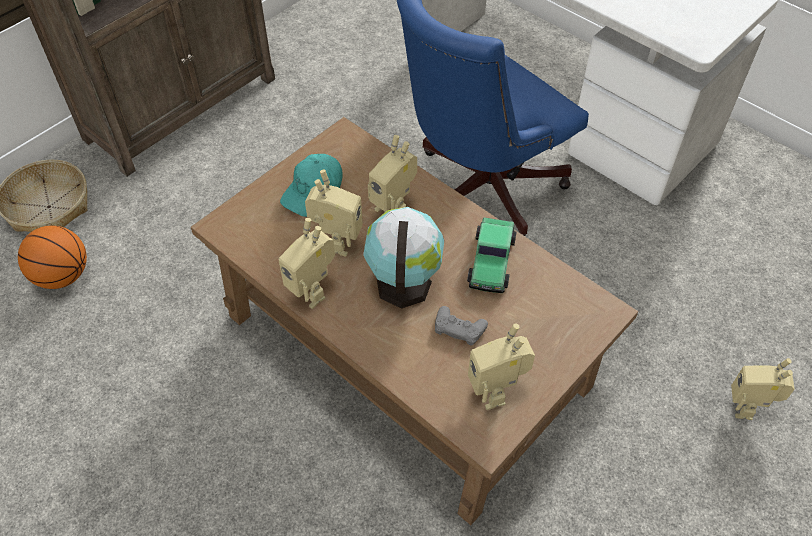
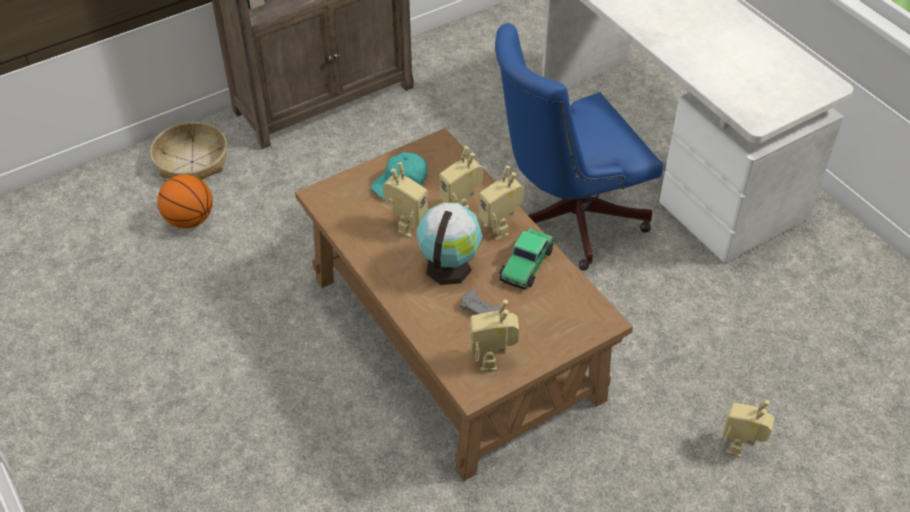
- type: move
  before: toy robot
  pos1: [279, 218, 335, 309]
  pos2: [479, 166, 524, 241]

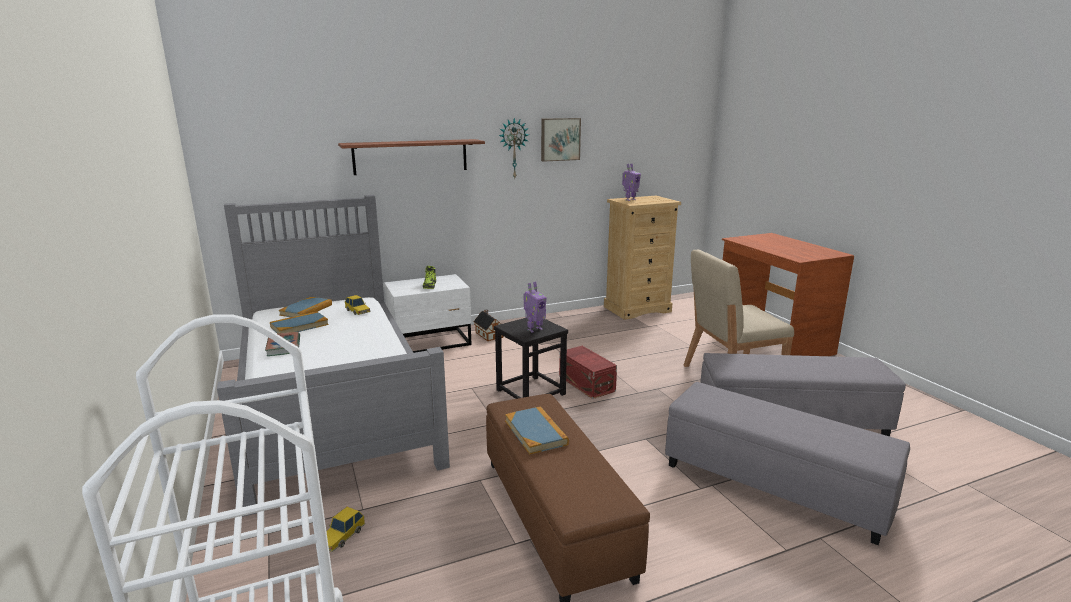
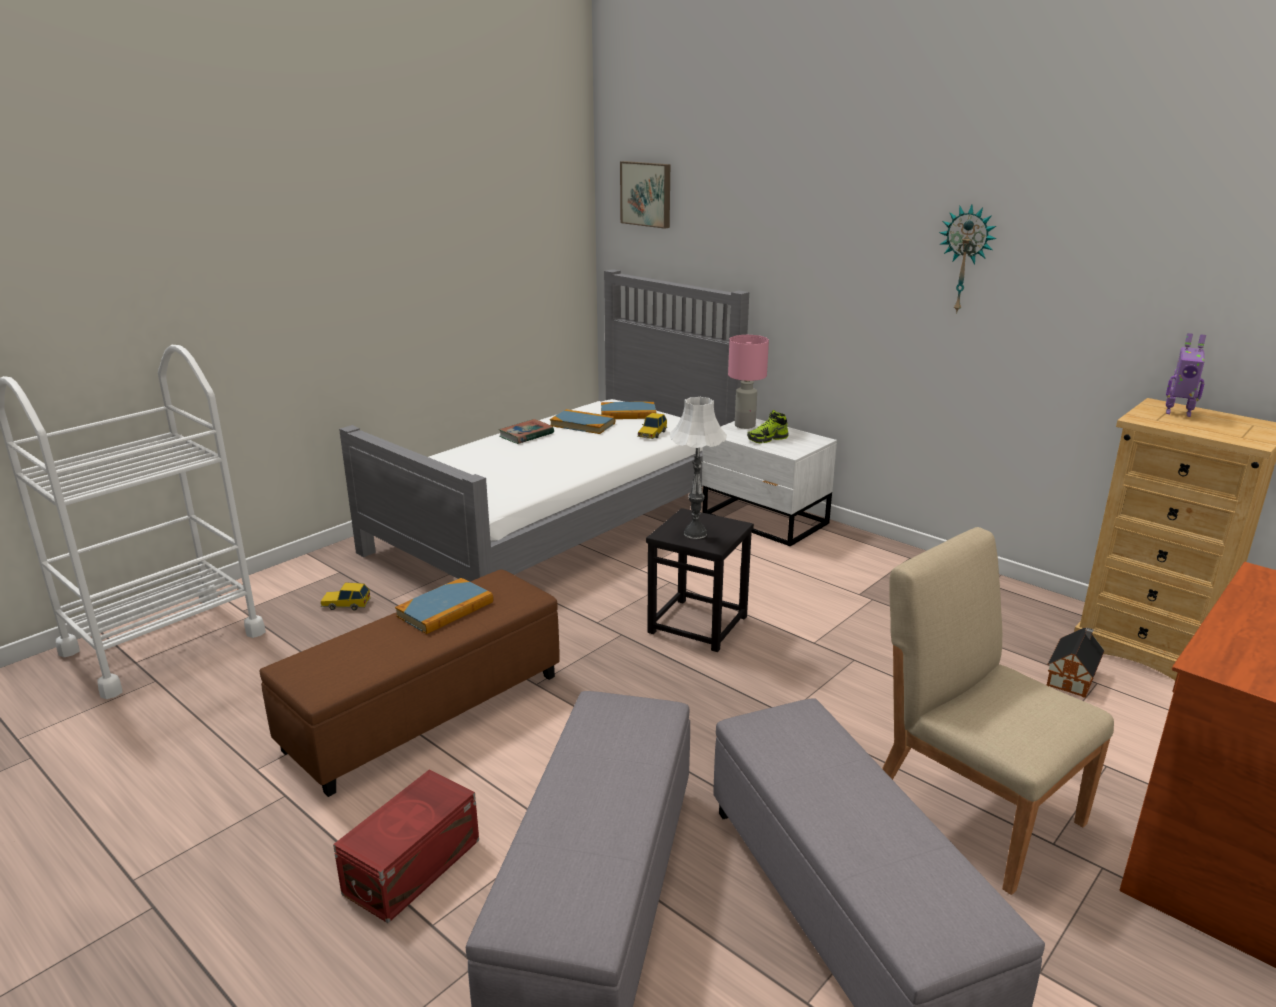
- type: move
  before: picture
  pos1: [541, 118, 581, 162]
  pos2: [620, 161, 670, 229]
- type: delete
  before: shelf
  pos1: [338, 139, 485, 175]
- type: replace
  before: toy robot
  after: table lamp (white)
  pos1: [523, 282, 547, 333]
  pos2: [670, 397, 727, 539]
- type: move
  before: toy house
  pos1: [473, 309, 503, 341]
  pos2: [1047, 628, 1105, 698]
- type: move
  before: storage box (red)
  pos1: [559, 346, 617, 399]
  pos2: [333, 770, 479, 923]
- type: insert
  after: table lamp (pink)
  pos2: [728, 335, 769, 429]

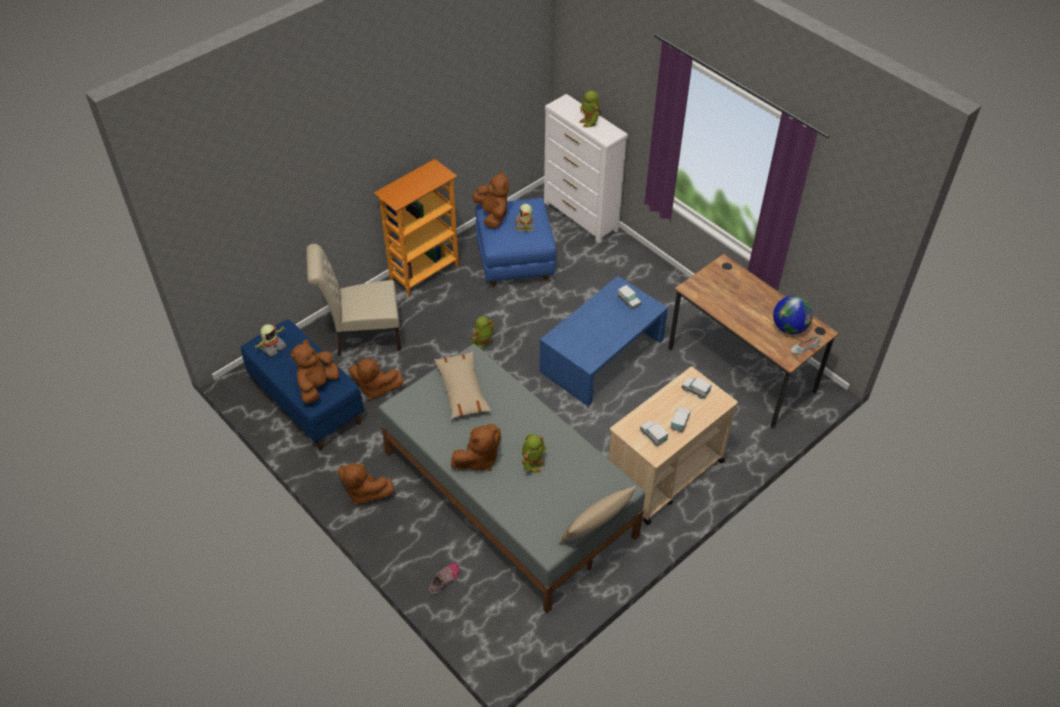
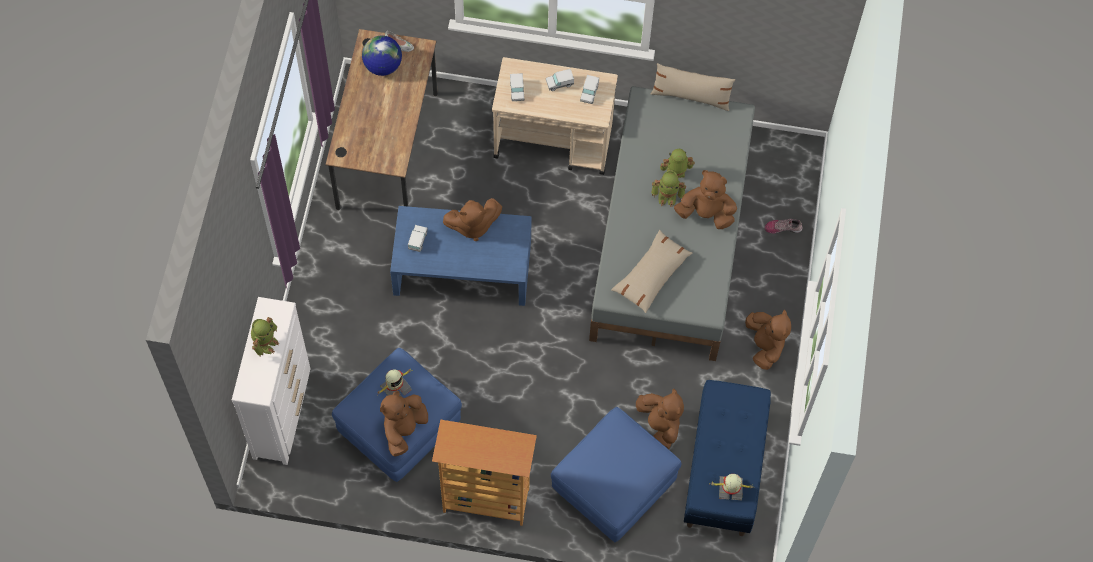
- type: replace
  before: chair (beige)
  after: ottoman (blue)
  pos1: [306, 244, 401, 356]
  pos2: [551, 407, 681, 542]
- type: move
  before: toy robot
  pos1: [471, 316, 494, 349]
  pos2: [651, 170, 686, 207]
- type: move
  before: plush toy (brown)
  pos1: [290, 339, 339, 404]
  pos2: [443, 198, 502, 241]

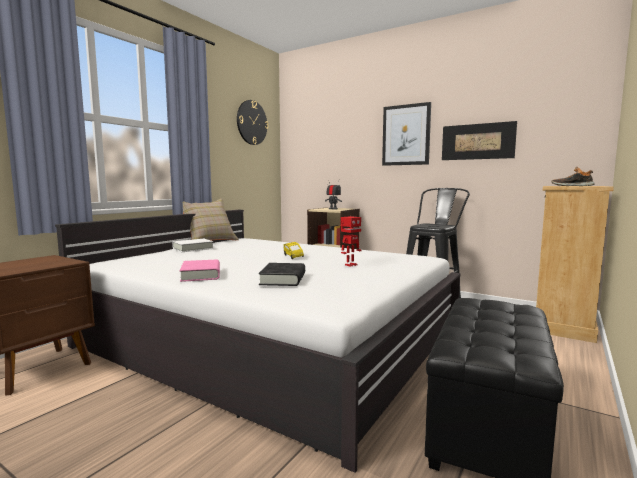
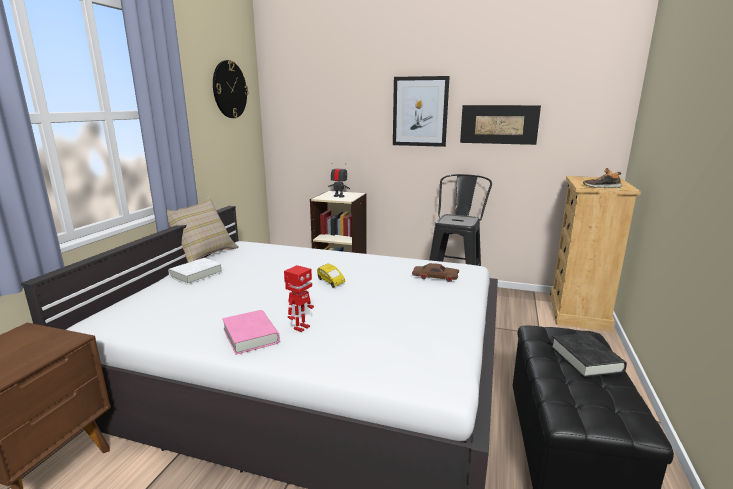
- type: move
  before: toy robot
  pos1: [341, 216, 362, 267]
  pos2: [284, 265, 314, 332]
- type: move
  before: book (black)
  pos1: [258, 263, 305, 286]
  pos2: [551, 333, 627, 378]
- type: insert
  after: toy car (brown)
  pos2: [412, 263, 459, 282]

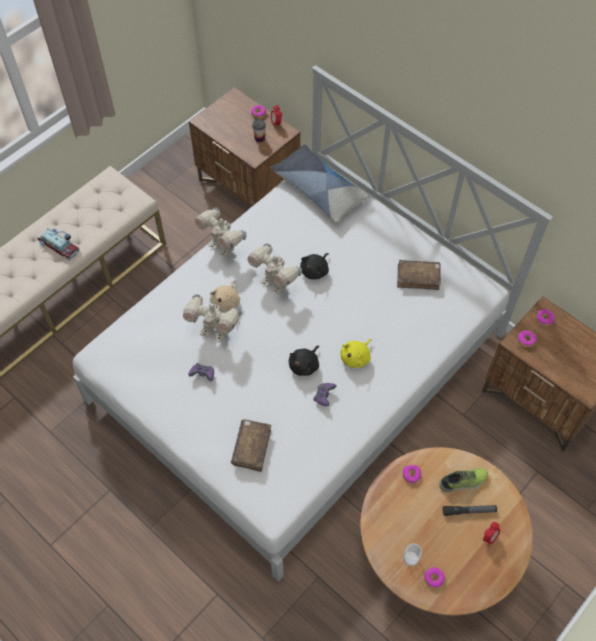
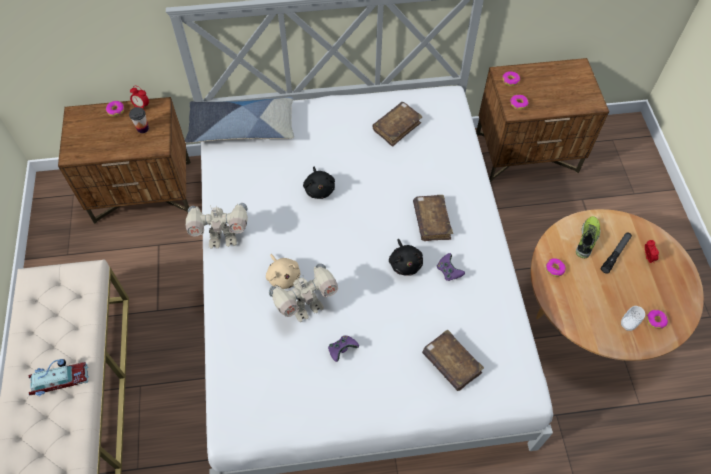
- type: delete
  before: toy robot
  pos1: [247, 243, 302, 295]
- type: replace
  before: plush toy (yellow)
  after: book (brown)
  pos1: [340, 339, 371, 368]
  pos2: [413, 195, 453, 241]

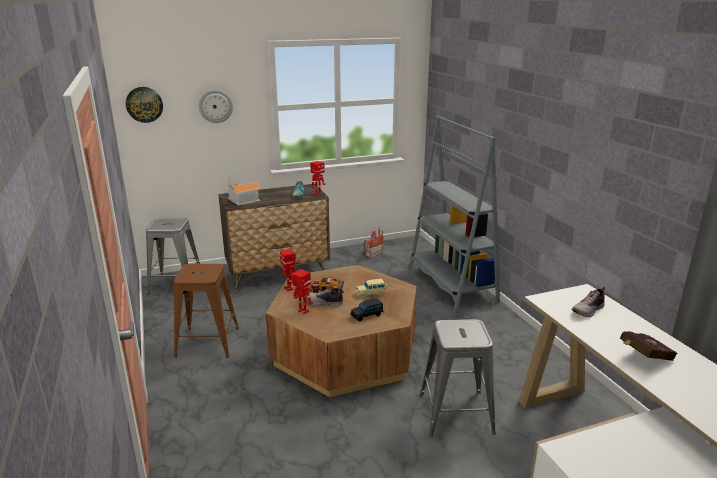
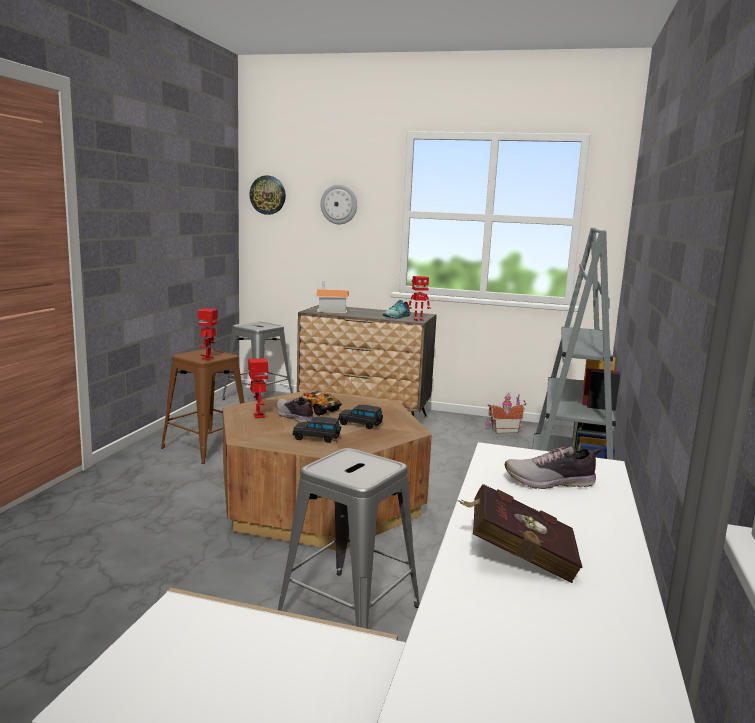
- type: move
  before: toy robot
  pos1: [280, 249, 296, 291]
  pos2: [198, 308, 218, 360]
- type: recolor
  before: toy car (beige)
  after: toy car (black)
  pos1: [356, 279, 387, 298]
  pos2: [338, 405, 383, 429]

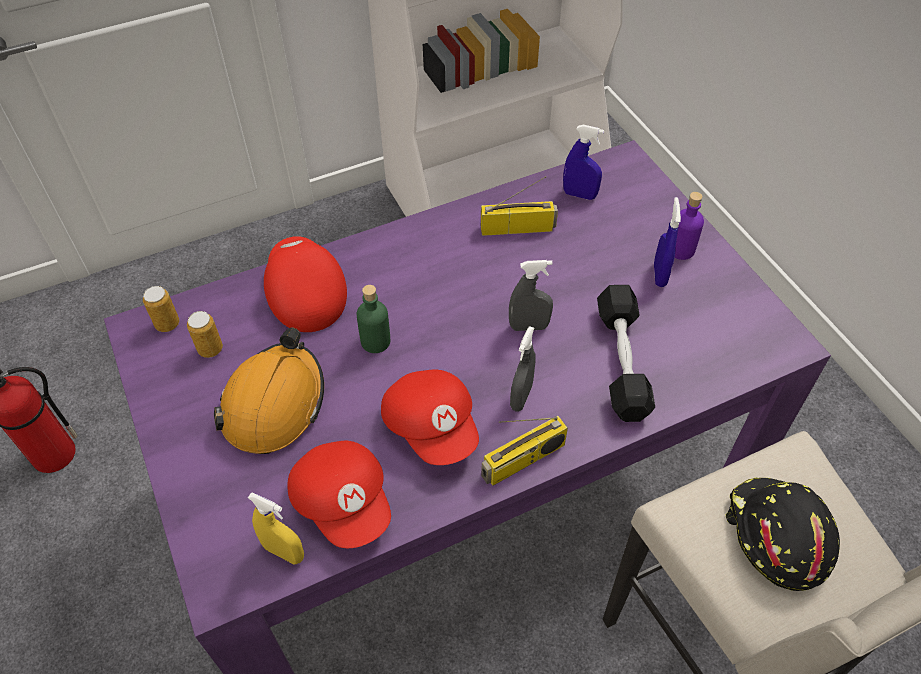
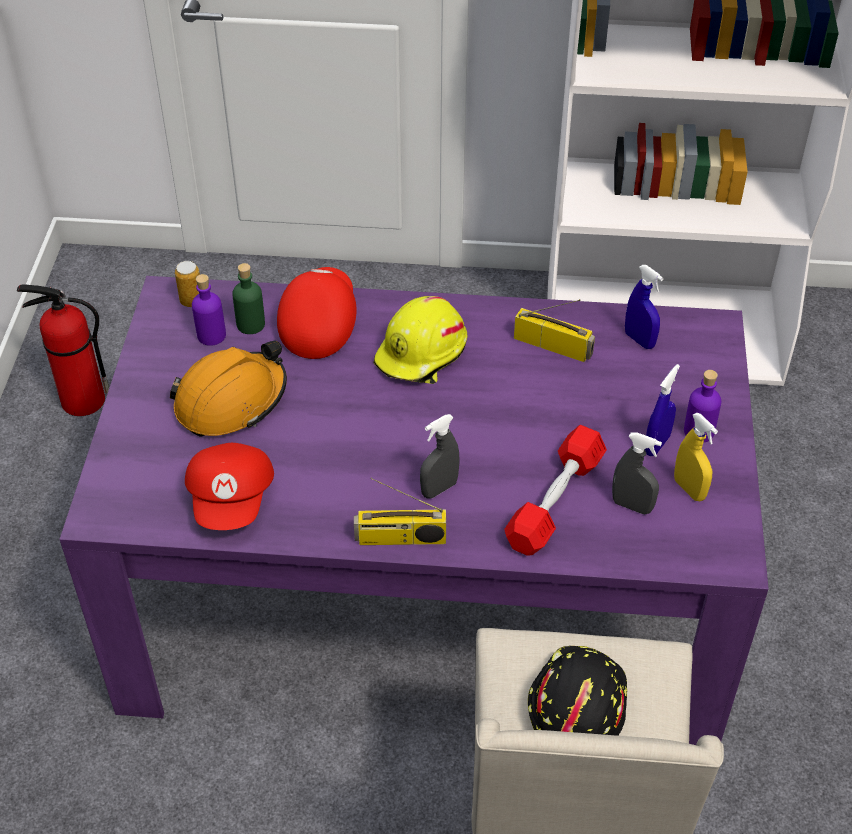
- type: move
  before: spray bottle (grey)
  pos1: [509, 260, 553, 331]
  pos2: [612, 432, 662, 514]
- type: move
  before: bottle (green)
  pos1: [357, 285, 390, 353]
  pos2: [232, 263, 265, 334]
- type: recolor
  before: dumbbell (black)
  after: dumbbell (red)
  pos1: [597, 285, 655, 422]
  pos2: [504, 425, 607, 555]
- type: replace
  before: can
  after: bottle (purple)
  pos1: [187, 311, 223, 358]
  pos2: [192, 274, 226, 346]
- type: delete
  before: cap (red)
  pos1: [381, 369, 479, 465]
- type: move
  before: spray bottle (yellow)
  pos1: [248, 492, 304, 565]
  pos2: [674, 413, 718, 501]
- type: insert
  after: hard hat (yellow)
  pos2: [373, 296, 467, 384]

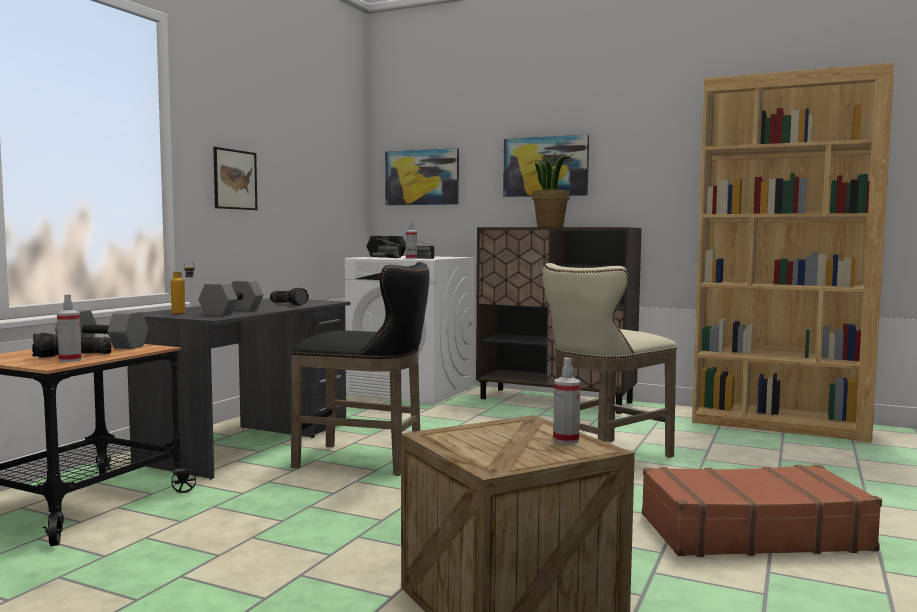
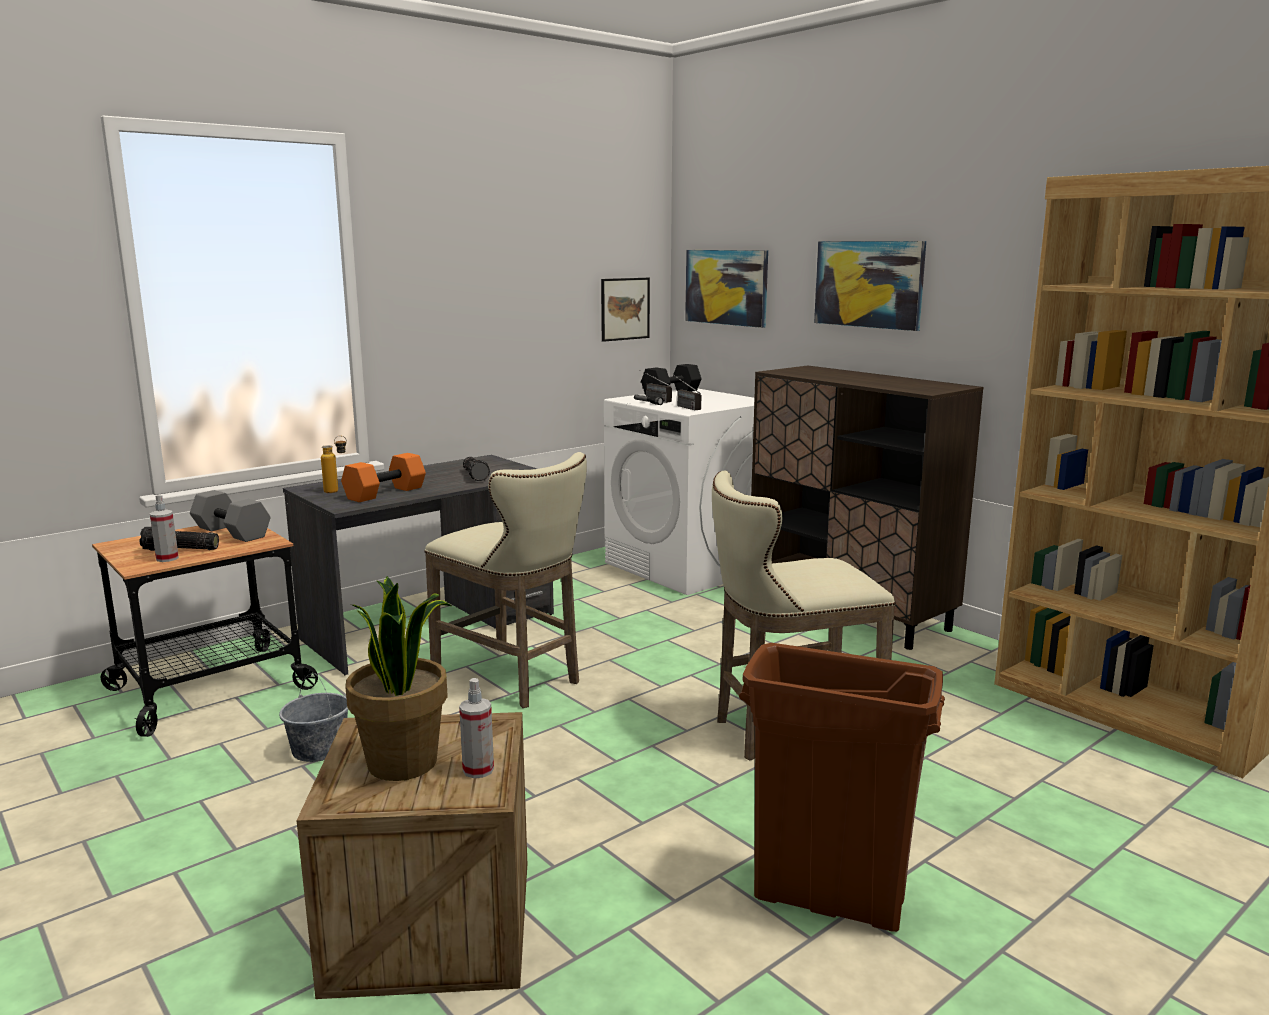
- type: move
  before: picture
  pos1: [213, 147, 257, 210]
  pos2: [601, 278, 650, 342]
- type: move
  before: potted plant
  pos1: [532, 152, 575, 227]
  pos2: [345, 576, 452, 781]
- type: delete
  before: spray bottle
  pos1: [406, 221, 417, 259]
- type: recolor
  before: stool (black)
  after: stool (beige)
  pos1: [291, 262, 430, 476]
  pos2: [424, 452, 587, 708]
- type: recolor
  before: dumbbell (grey)
  after: dumbbell (orange)
  pos1: [198, 280, 263, 316]
  pos2: [341, 453, 426, 502]
- type: replace
  before: suitcase (brown)
  after: trash can (brown)
  pos1: [642, 465, 882, 557]
  pos2: [739, 643, 945, 932]
- type: insert
  after: bucket (grey)
  pos2: [279, 673, 349, 762]

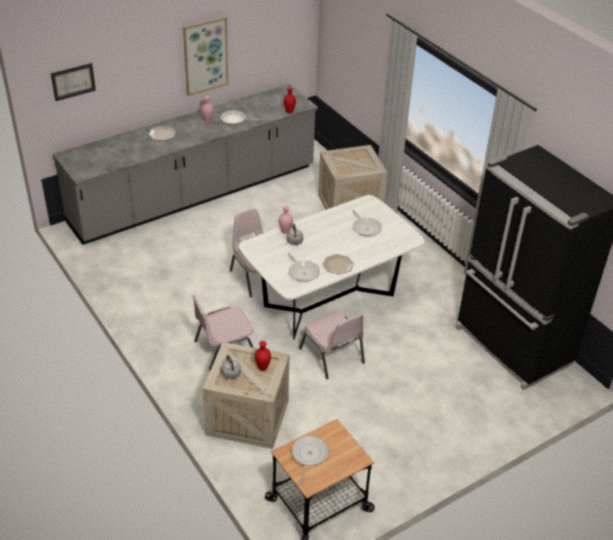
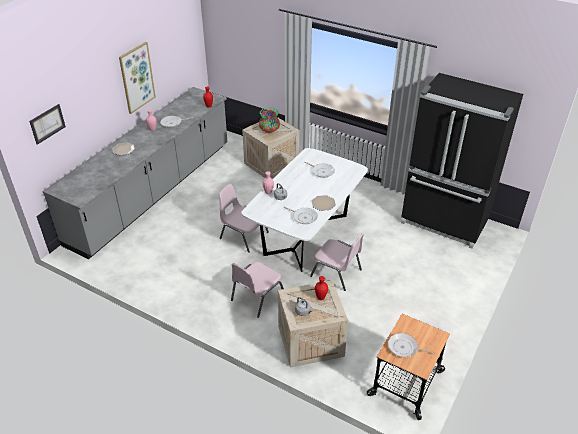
- type: rotate
  before: frying pan
  pos1: [292, 436, 329, 483]
  pos2: [388, 333, 435, 357]
  turn: -60
- type: insert
  after: vase
  pos2: [259, 107, 280, 133]

